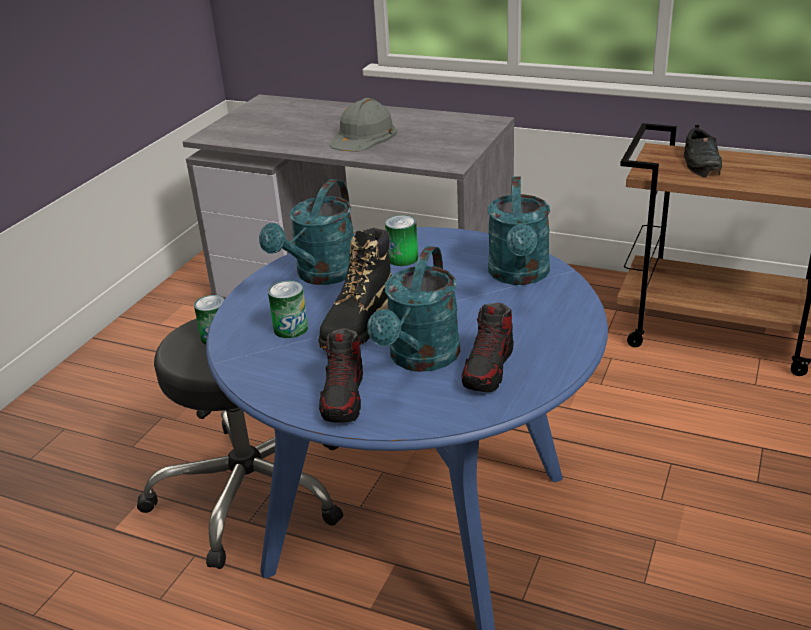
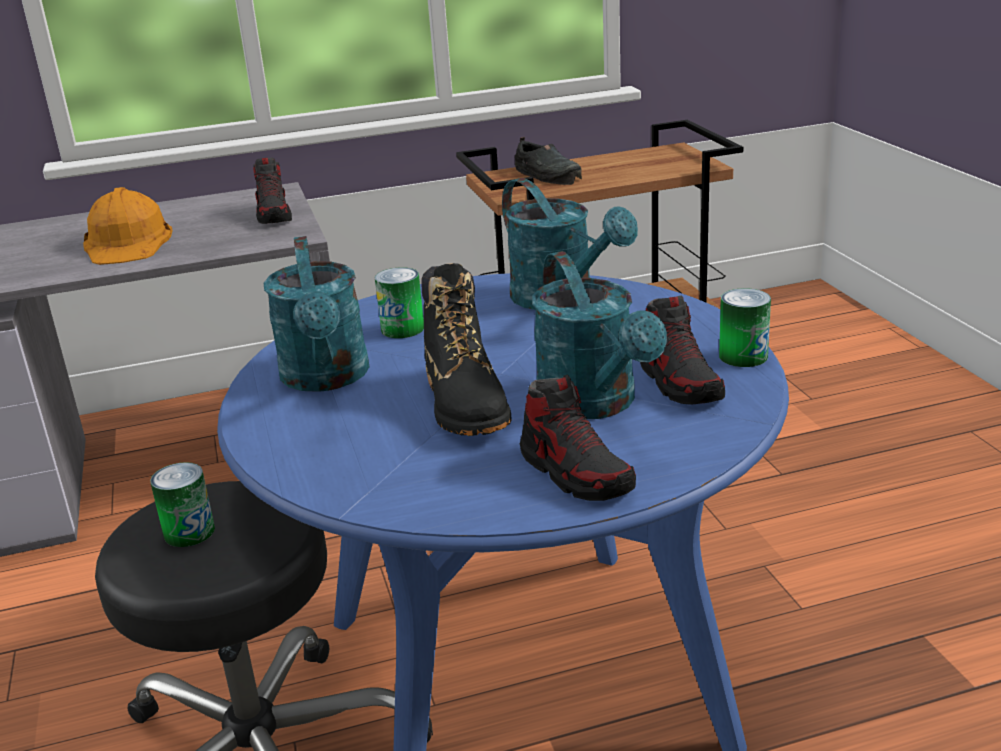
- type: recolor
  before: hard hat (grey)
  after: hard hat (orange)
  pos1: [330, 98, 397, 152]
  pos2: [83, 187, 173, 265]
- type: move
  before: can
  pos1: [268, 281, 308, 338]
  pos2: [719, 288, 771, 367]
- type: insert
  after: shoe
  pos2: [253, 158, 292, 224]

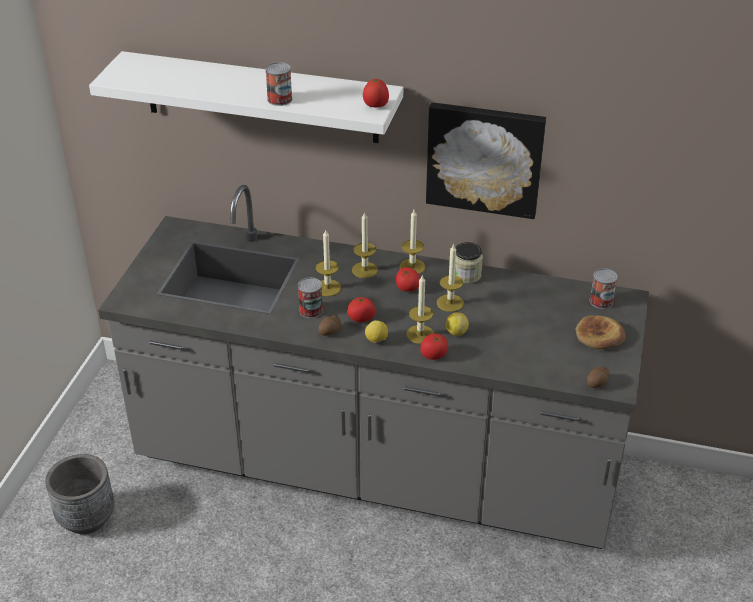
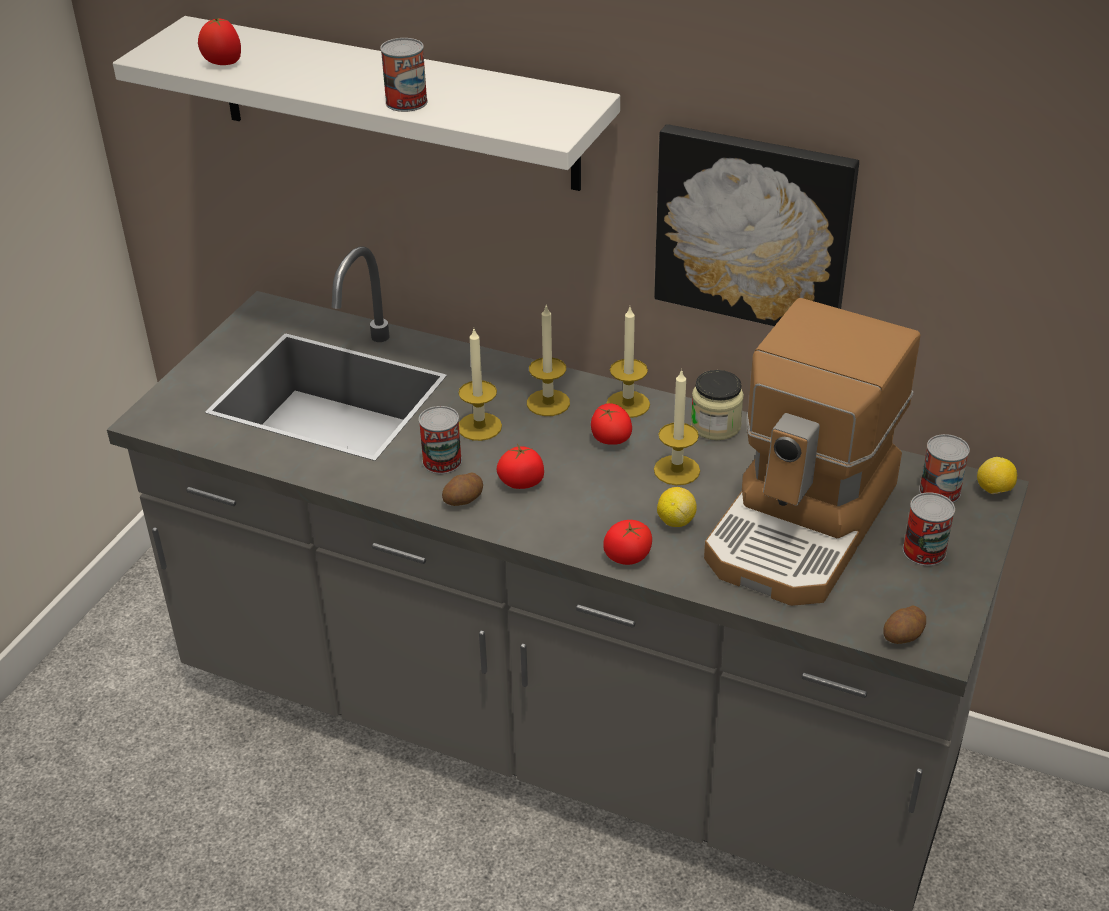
- type: move
  before: tomato
  pos1: [363, 79, 389, 108]
  pos2: [198, 18, 241, 65]
- type: delete
  before: candle
  pos1: [406, 274, 434, 344]
- type: replace
  before: bread
  after: can
  pos1: [576, 315, 626, 349]
  pos2: [903, 492, 955, 566]
- type: move
  before: lemon
  pos1: [365, 320, 388, 343]
  pos2: [977, 457, 1017, 494]
- type: delete
  before: planter (grey)
  pos1: [45, 454, 115, 534]
- type: insert
  after: coffee machine
  pos2: [704, 298, 920, 606]

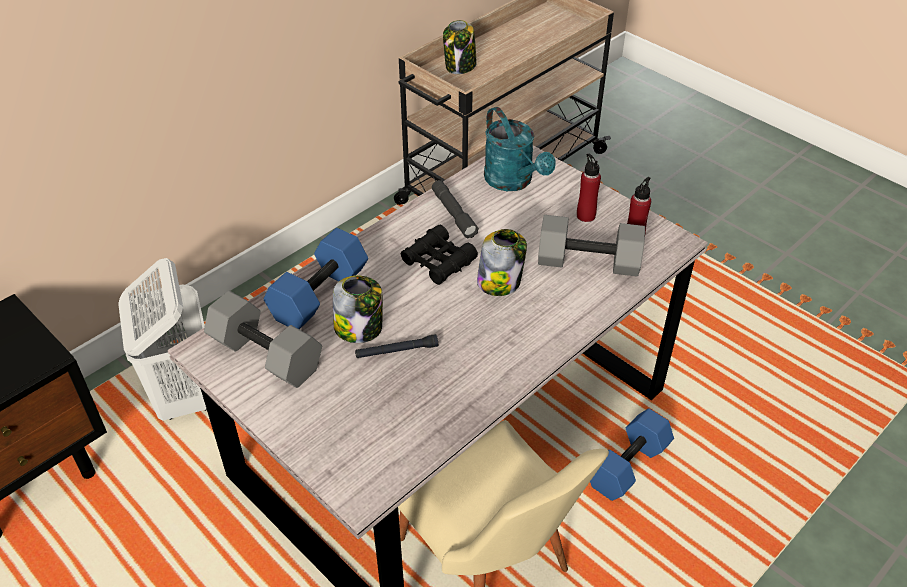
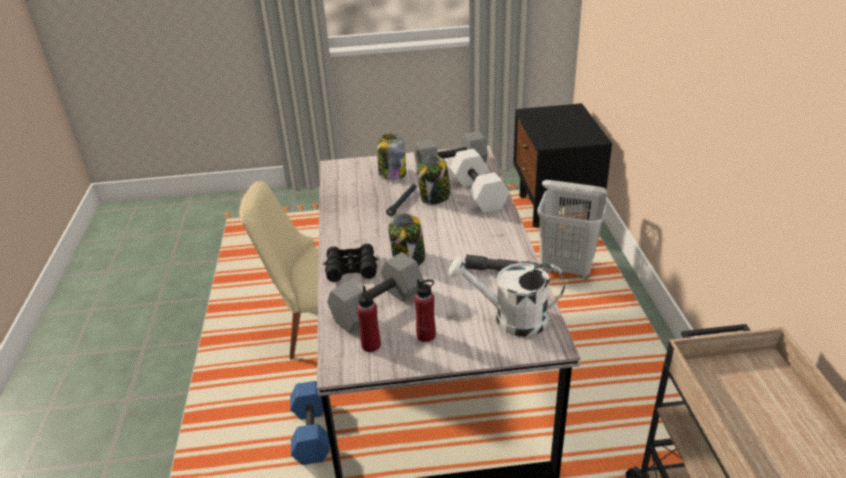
- type: move
  before: jar
  pos1: [443, 20, 477, 74]
  pos2: [377, 134, 406, 180]
- type: recolor
  before: watering can (turquoise)
  after: watering can (white)
  pos1: [484, 107, 556, 191]
  pos2: [449, 257, 565, 337]
- type: move
  before: binoculars (black)
  pos1: [401, 225, 478, 285]
  pos2: [323, 244, 378, 282]
- type: recolor
  before: dumbbell (blue)
  after: dumbbell (white)
  pos1: [264, 228, 368, 329]
  pos2: [450, 149, 510, 213]

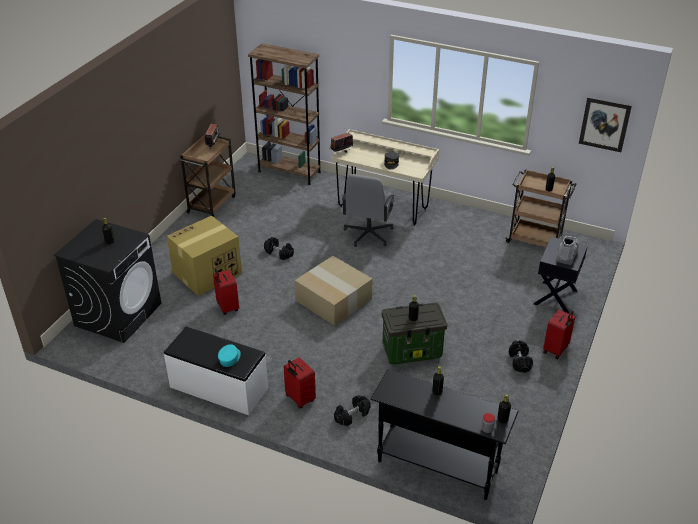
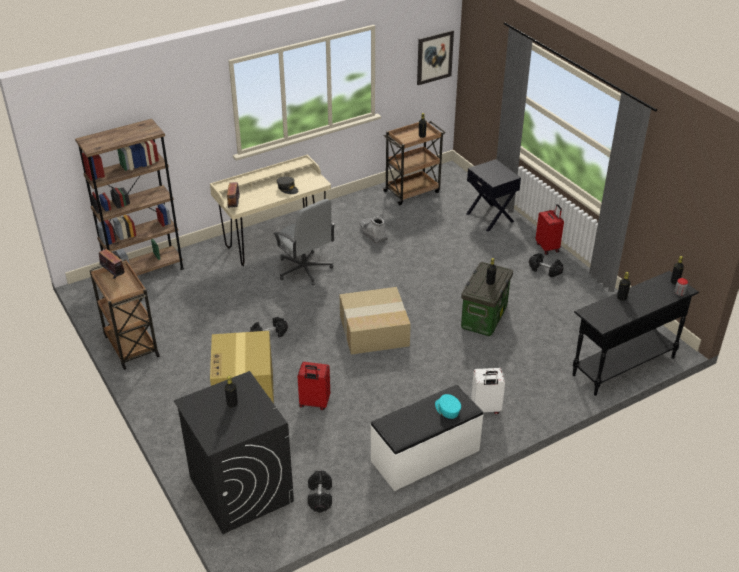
- type: move
  before: boot (grey)
  pos1: [556, 236, 579, 265]
  pos2: [359, 216, 388, 244]
- type: recolor
  before: suitcase (red)
  after: suitcase (white)
  pos1: [284, 357, 316, 408]
  pos2: [471, 368, 505, 414]
- type: move
  before: dumbbell (black)
  pos1: [334, 395, 371, 426]
  pos2: [308, 471, 332, 512]

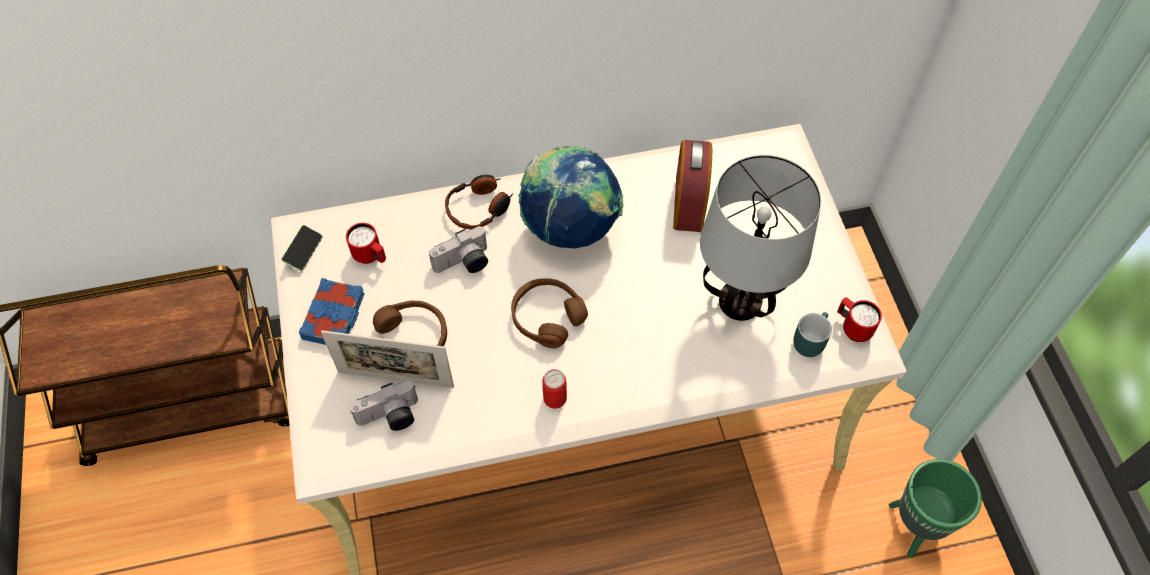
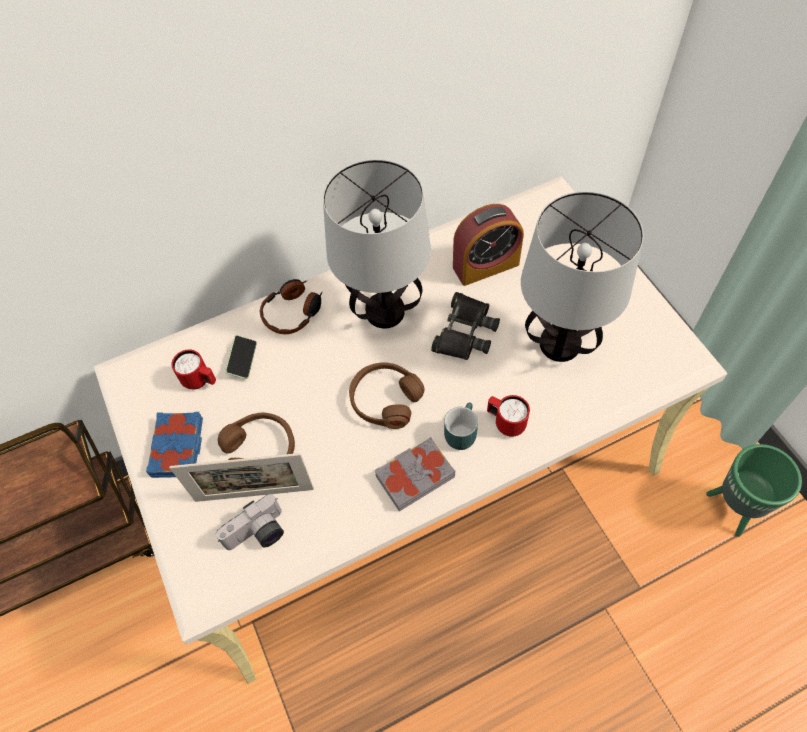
- type: rotate
  before: alarm clock
  pos1: [673, 140, 712, 232]
  pos2: [453, 204, 524, 286]
  turn: -105
- type: replace
  before: globe
  after: table lamp
  pos1: [518, 146, 624, 248]
  pos2: [323, 159, 431, 329]
- type: move
  before: phone
  pos1: [281, 225, 323, 271]
  pos2: [225, 335, 257, 379]
- type: delete
  before: photo camera
  pos1: [429, 226, 488, 273]
- type: move
  before: mug (red)
  pos1: [837, 297, 882, 342]
  pos2: [487, 395, 530, 437]
- type: move
  before: mug (turquoise)
  pos1: [794, 312, 832, 357]
  pos2: [444, 402, 478, 450]
- type: replace
  before: can
  after: book (grey)
  pos1: [542, 369, 567, 409]
  pos2: [374, 437, 455, 511]
- type: insert
  after: binoculars (black)
  pos2: [431, 292, 500, 360]

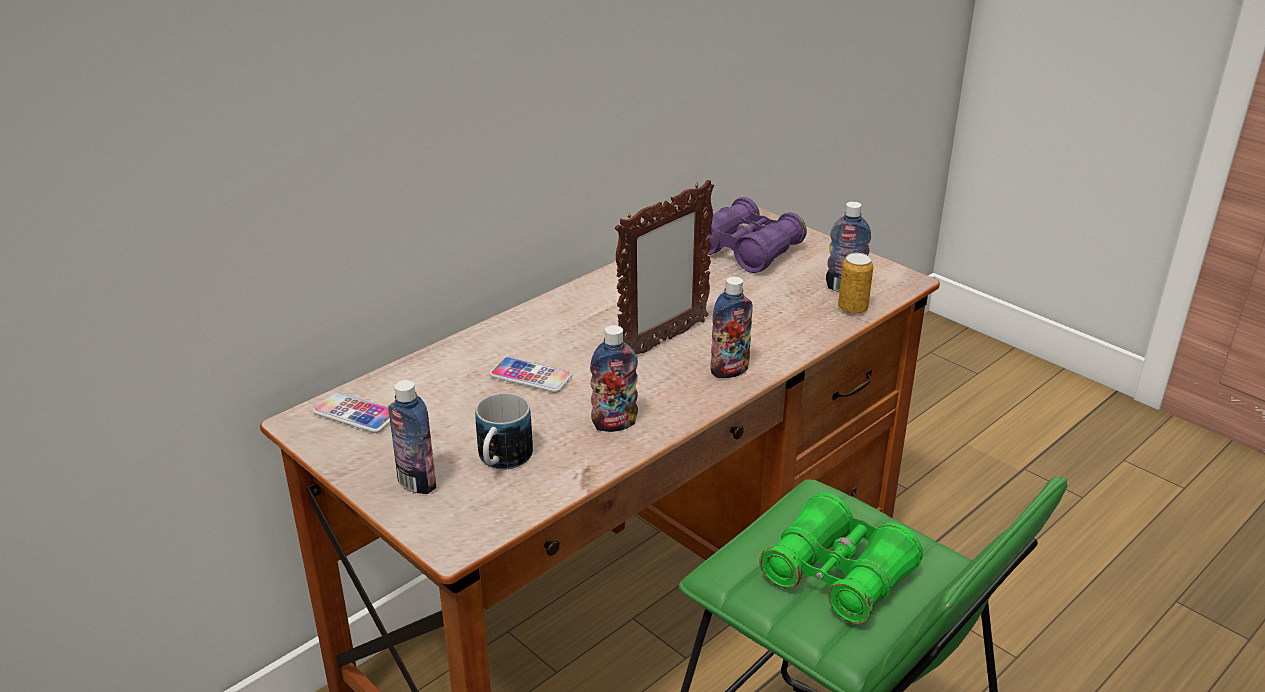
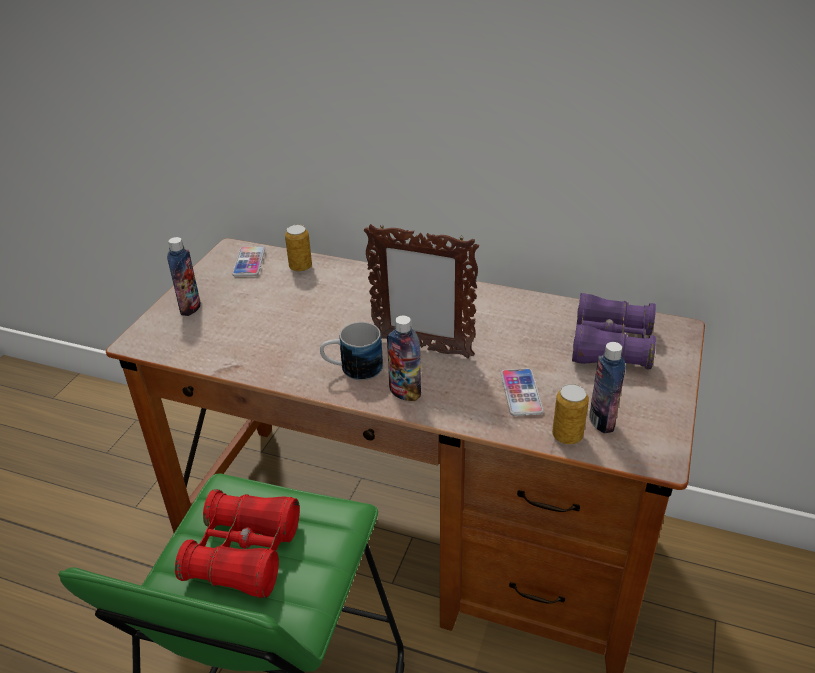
- type: delete
  before: bottle
  pos1: [590, 325, 638, 432]
- type: move
  before: phone
  pos1: [490, 357, 572, 393]
  pos2: [501, 369, 544, 416]
- type: move
  before: mug
  pos1: [475, 393, 533, 470]
  pos2: [320, 322, 383, 380]
- type: recolor
  before: binoculars (green)
  after: binoculars (red)
  pos1: [759, 493, 923, 624]
  pos2: [175, 489, 300, 598]
- type: insert
  after: can
  pos2: [285, 225, 312, 272]

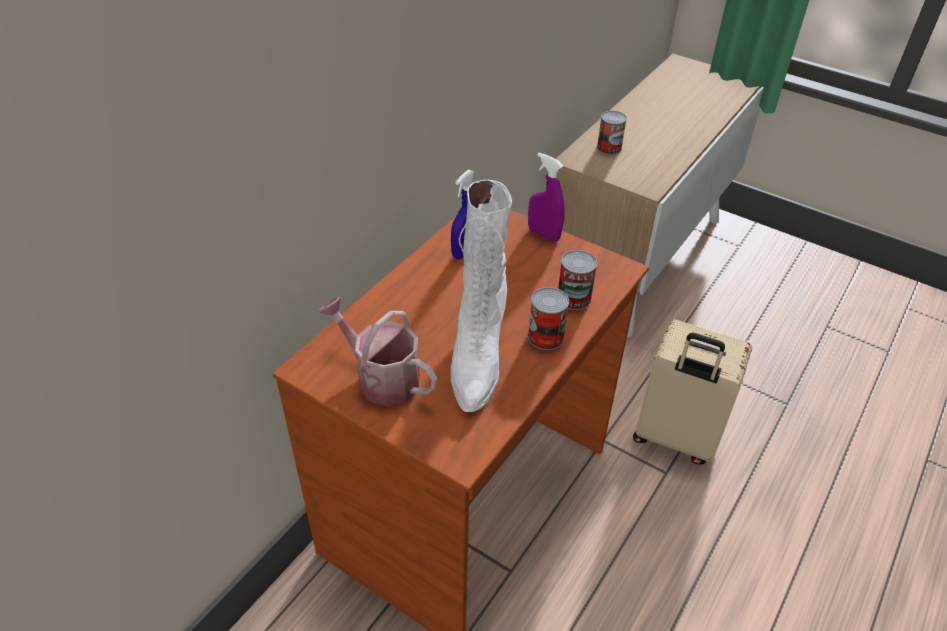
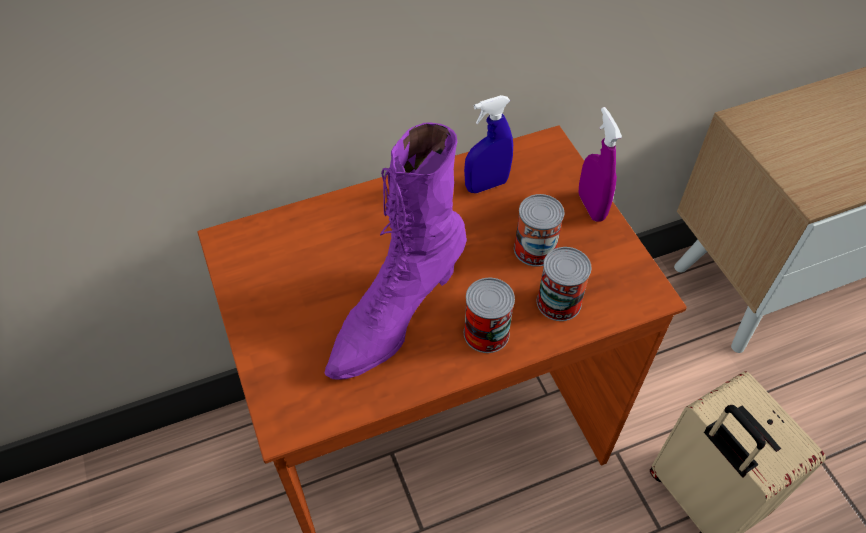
- type: move
  before: can
  pos1: [597, 111, 627, 155]
  pos2: [514, 194, 564, 267]
- type: recolor
  before: boot (white)
  after: boot (purple)
  pos1: [451, 180, 512, 412]
  pos2: [325, 123, 467, 380]
- type: delete
  before: watering can
  pos1: [318, 297, 438, 406]

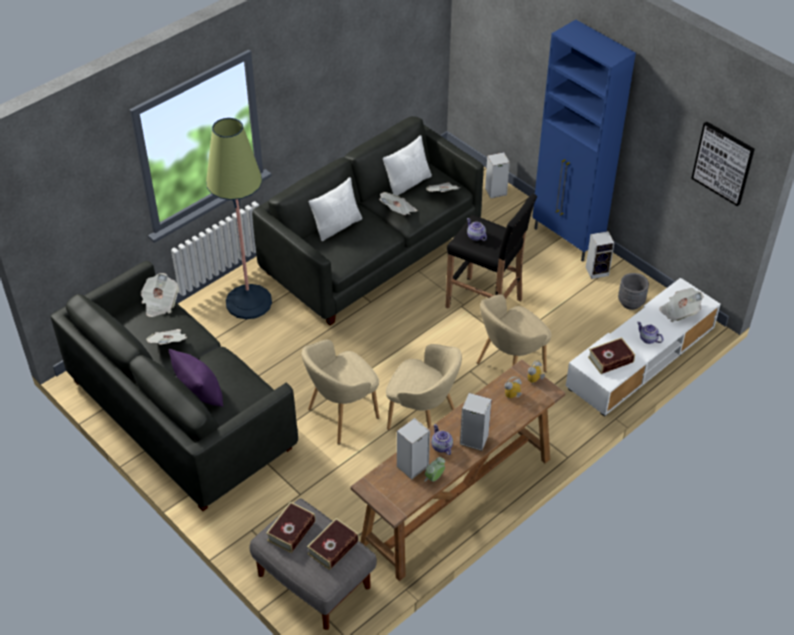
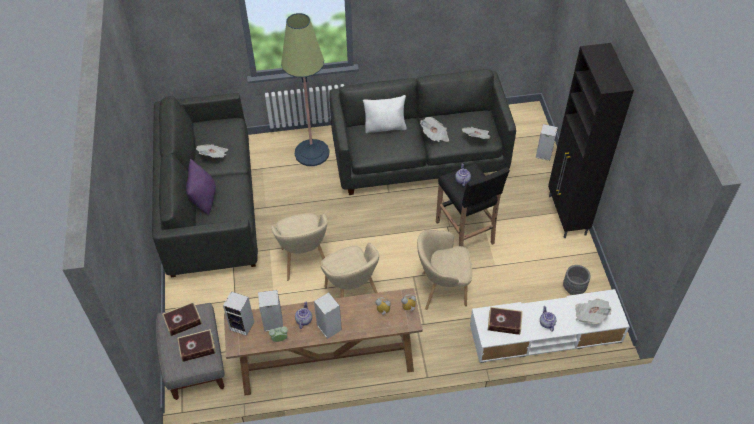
- type: recolor
  before: cabinet (blue)
  after: cabinet (black)
  pos1: [532, 20, 636, 262]
  pos2: [548, 43, 634, 238]
- type: delete
  before: picture
  pos1: [691, 121, 755, 206]
- type: delete
  before: pillow (white)
  pos1: [383, 135, 432, 196]
- type: move
  before: speaker
  pos1: [586, 231, 614, 279]
  pos2: [223, 291, 254, 336]
- type: delete
  before: newspaper
  pos1: [141, 273, 179, 317]
- type: rotate
  before: armchair (beige)
  pos1: [302, 340, 379, 444]
  pos2: [271, 213, 327, 281]
  turn: -105

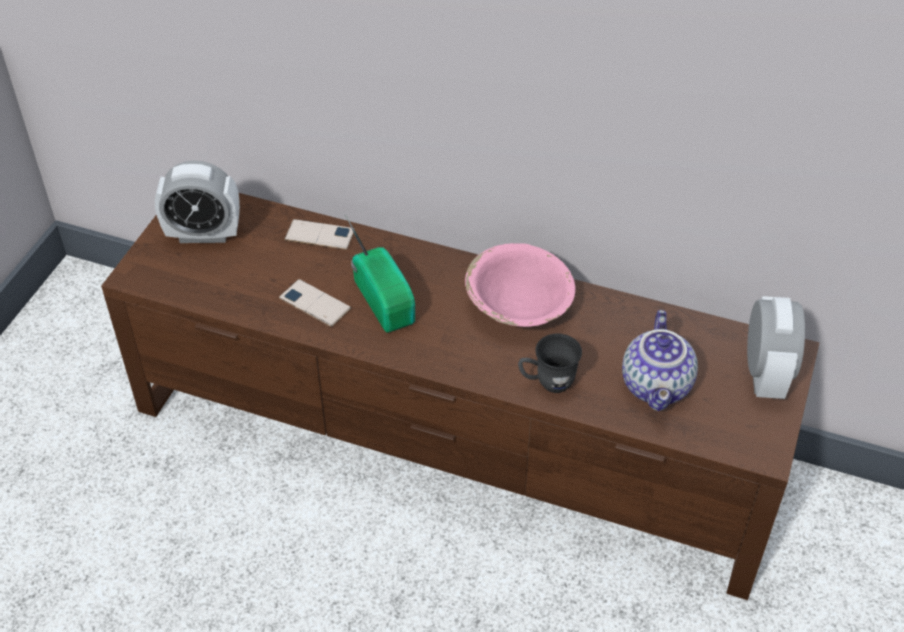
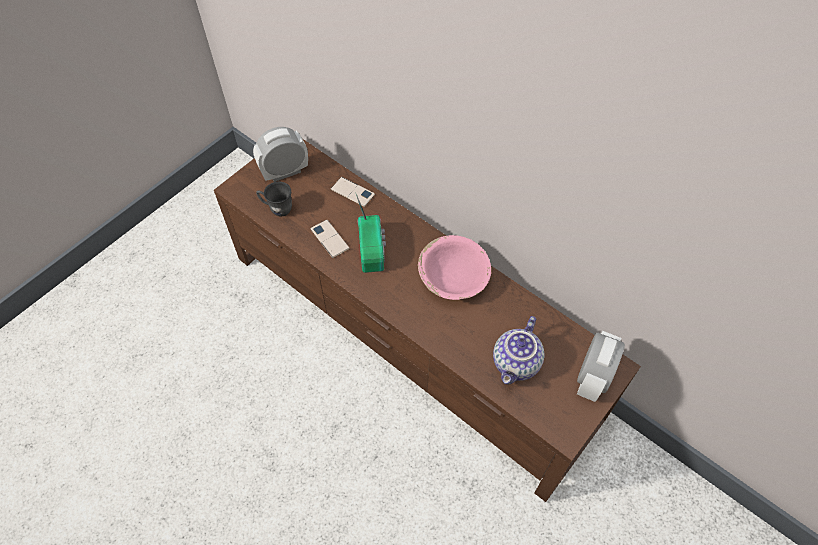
- type: rotate
  before: alarm clock
  pos1: [155, 161, 240, 243]
  pos2: [253, 127, 308, 182]
  turn: 135
- type: move
  before: mug (grey)
  pos1: [518, 334, 582, 393]
  pos2: [256, 181, 292, 217]

